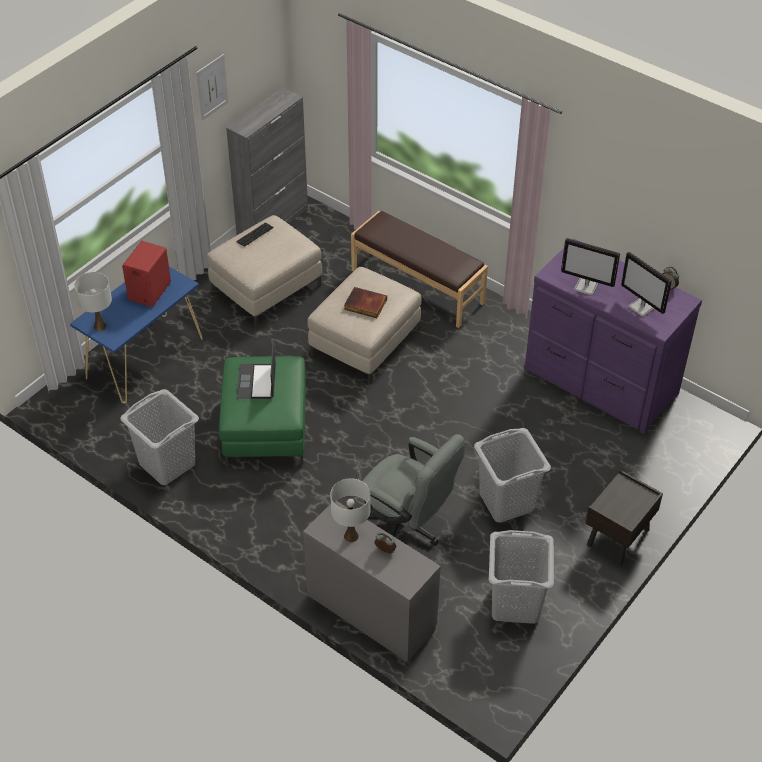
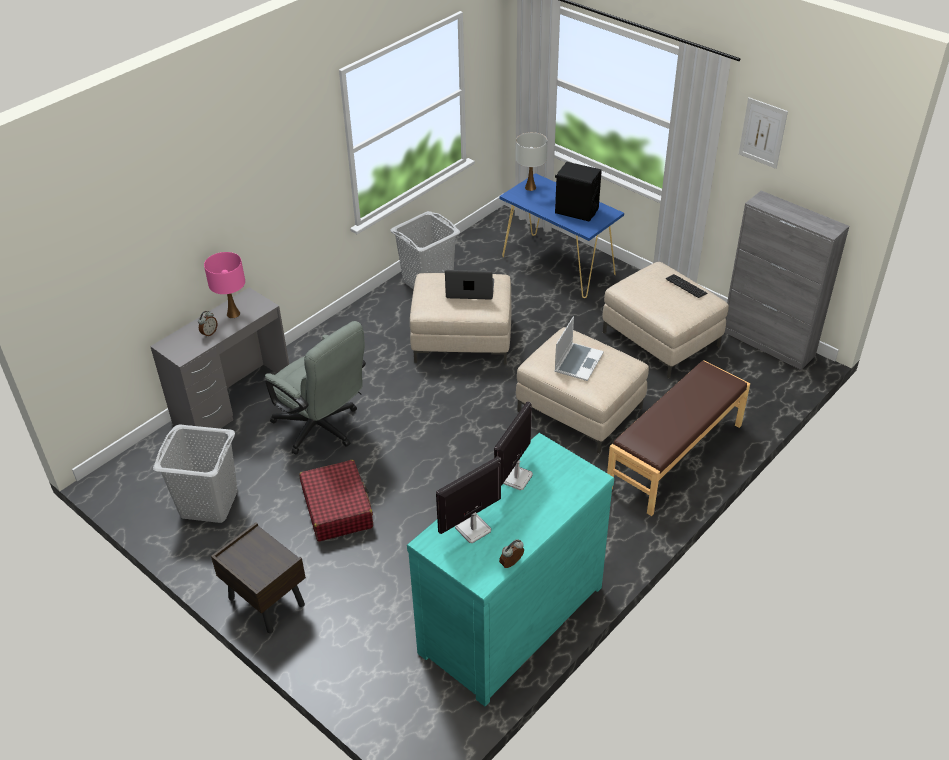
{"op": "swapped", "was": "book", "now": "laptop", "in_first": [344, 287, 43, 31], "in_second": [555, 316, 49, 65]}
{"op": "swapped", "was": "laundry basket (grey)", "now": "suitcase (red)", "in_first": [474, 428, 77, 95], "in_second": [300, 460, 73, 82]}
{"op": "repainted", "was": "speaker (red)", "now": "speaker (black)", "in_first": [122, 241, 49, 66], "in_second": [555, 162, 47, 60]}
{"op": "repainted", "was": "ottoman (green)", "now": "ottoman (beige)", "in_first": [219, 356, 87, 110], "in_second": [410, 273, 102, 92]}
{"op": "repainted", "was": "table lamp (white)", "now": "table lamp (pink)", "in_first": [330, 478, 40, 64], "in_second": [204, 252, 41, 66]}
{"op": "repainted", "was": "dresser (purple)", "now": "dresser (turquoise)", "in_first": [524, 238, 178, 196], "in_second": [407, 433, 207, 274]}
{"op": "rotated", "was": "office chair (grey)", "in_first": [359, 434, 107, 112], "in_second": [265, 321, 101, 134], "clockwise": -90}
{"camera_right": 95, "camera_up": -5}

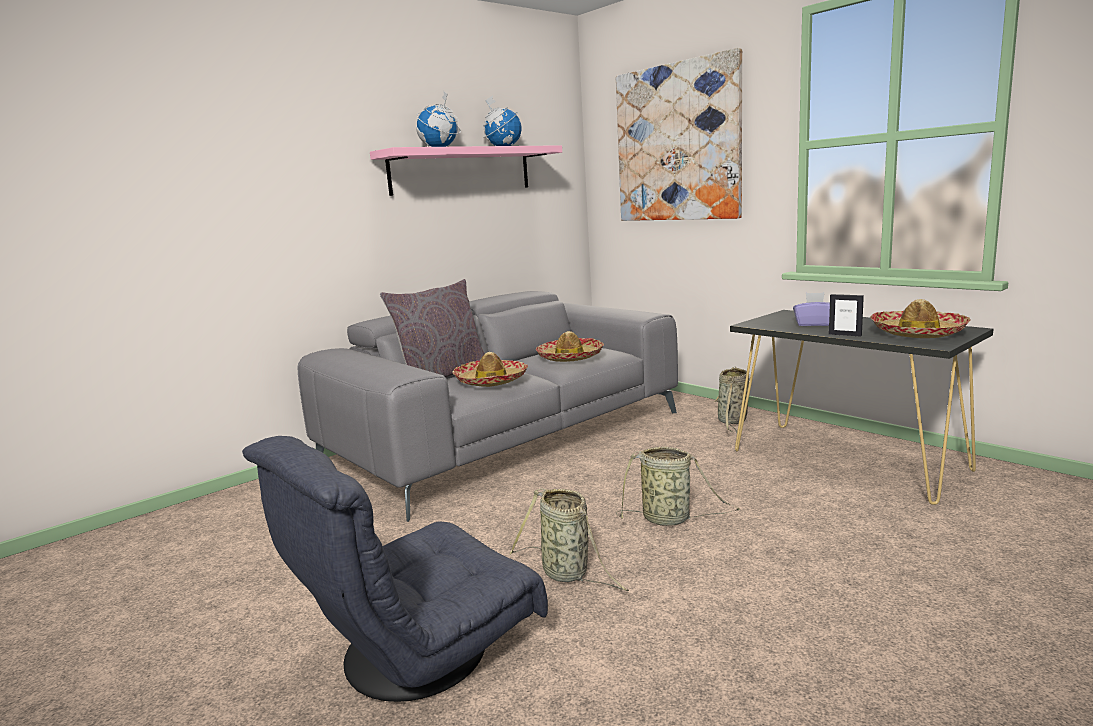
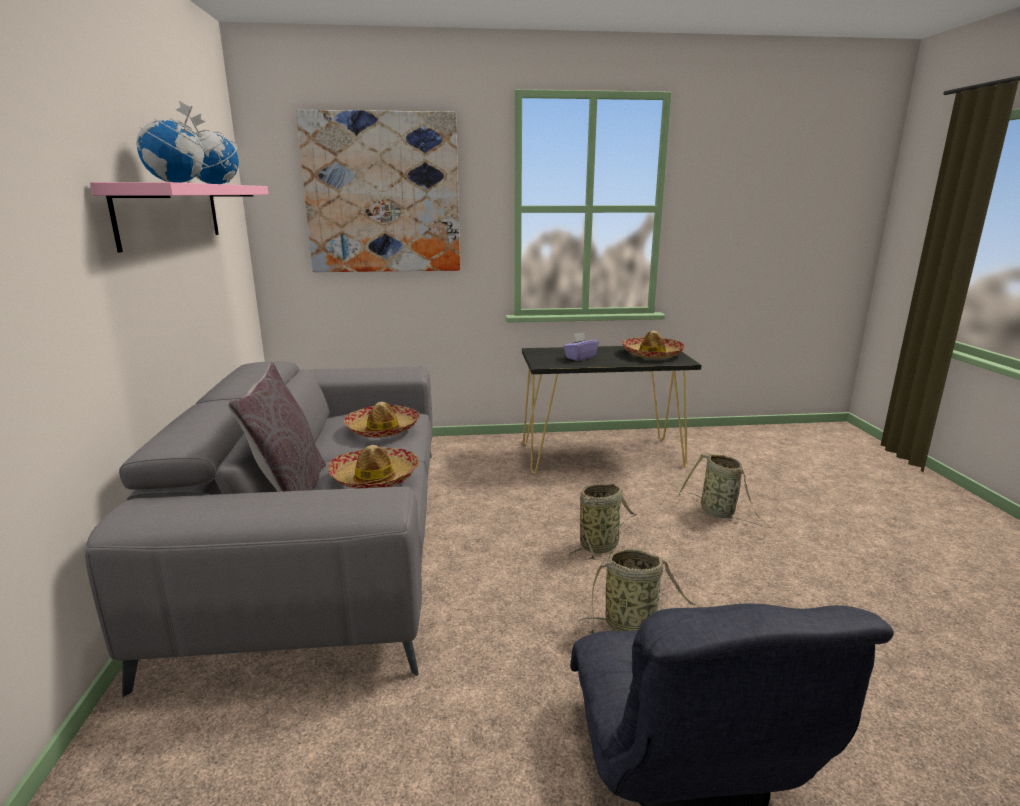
{"op": "gone", "was": "picture frame", "in_first": [829, 294, 35, 42]}
{"op": "shifted", "was": "basket", "in_first": [713, 366, 36, 67], "in_second": [678, 453, 92, 74]}
{"camera_right": -55, "camera_up": 5}

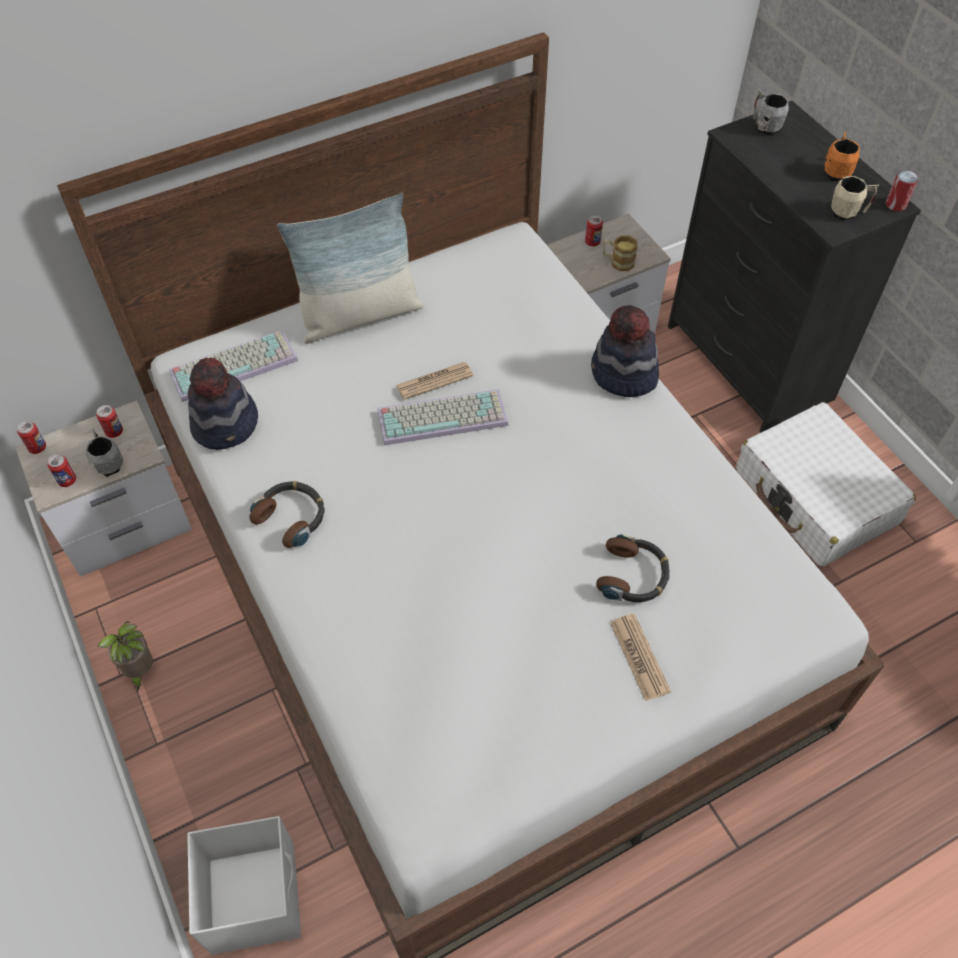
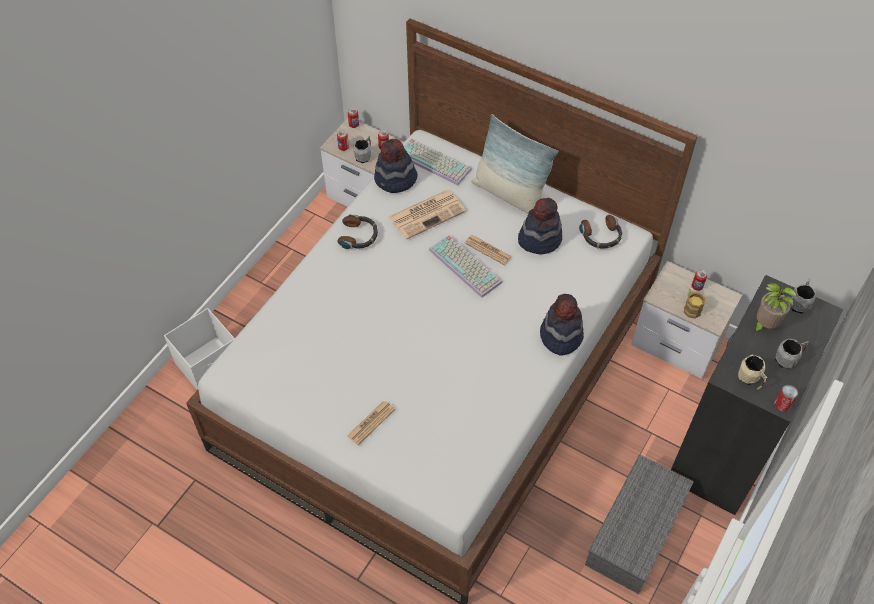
{"op": "new", "now": "newspaper", "in_second": [389, 190, 77, 50]}
{"op": "new", "now": "hat", "in_second": [518, 198, 44, 57]}
{"op": "shifted", "was": "potted plant", "in_first": [97, 621, 56, 71], "in_second": [753, 283, 44, 50]}
{"op": "shifted", "was": "headphones", "in_first": [596, 534, 74, 68], "in_second": [579, 215, 43, 34]}
{"op": "swapped", "was": "suitcase (white)", "now": "storage box (grey)", "in_first": [736, 402, 180, 165], "in_second": [585, 454, 109, 140]}
{"op": "repainted", "was": "mug (orange)", "now": "mug (grey)", "in_first": [824, 131, 36, 50], "in_second": [775, 339, 33, 30]}
{"camera_right": 60, "camera_up": 0}

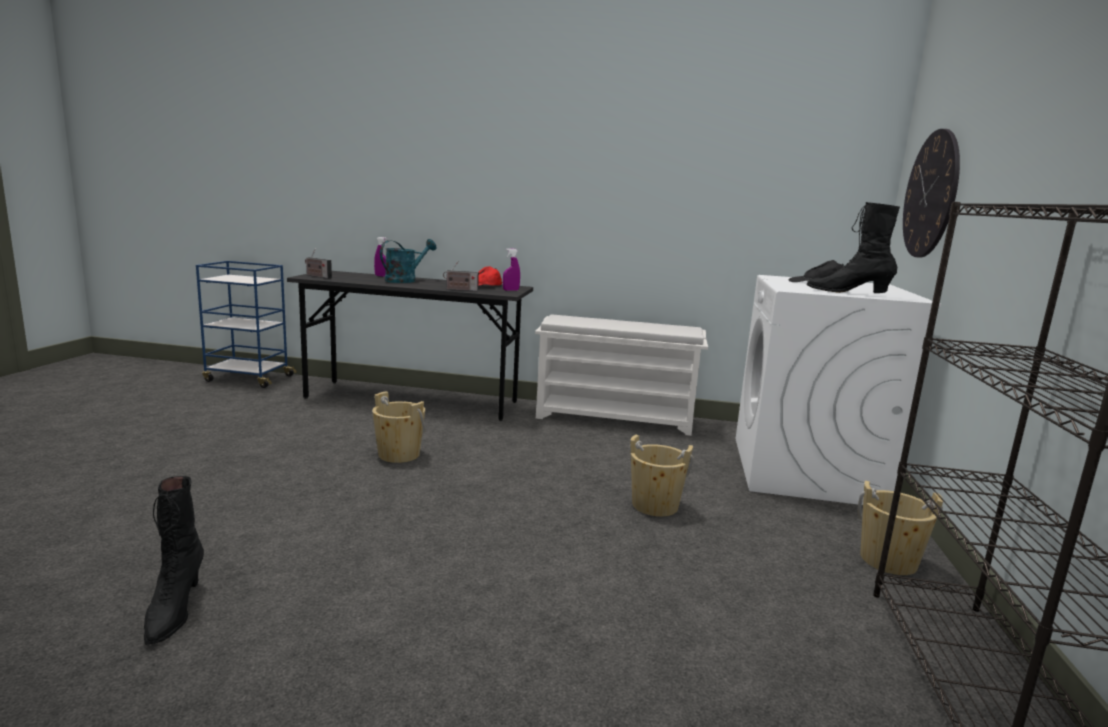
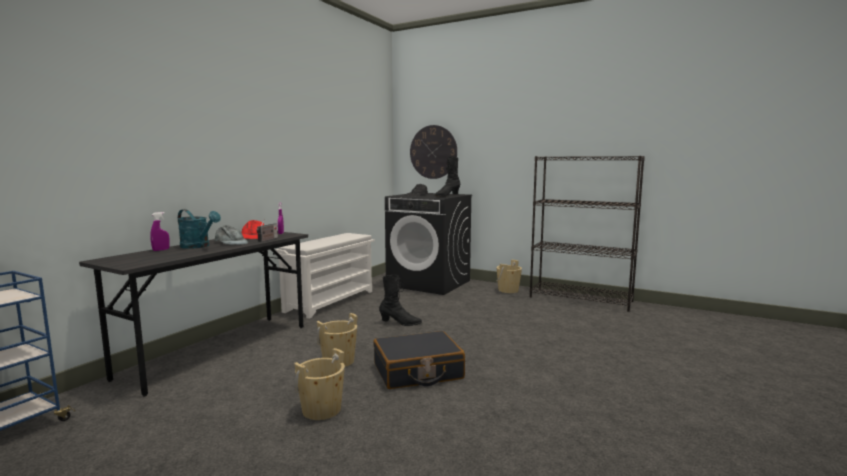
{"op": "gone", "was": "radio", "in_first": [305, 249, 27, 29]}
{"op": "new", "now": "cap (grey)", "in_second": [214, 225, 34, 20]}
{"op": "new", "now": "suitcase (black)", "in_second": [373, 331, 92, 58]}
{"op": "shifted", "was": "boot (black)", "in_first": [144, 476, 60, 169], "in_second": [379, 275, 43, 51]}
{"op": "shifted", "was": "bucket (beige)", "in_first": [629, 435, 65, 82], "in_second": [294, 348, 51, 72]}
{"op": "repainted", "was": "washing machine (white)", "now": "washing machine (black)", "in_first": [736, 275, 205, 230], "in_second": [385, 193, 87, 102]}
{"op": "rotated", "was": "watering can (turquoise)", "in_first": [380, 239, 57, 44], "in_second": [178, 209, 43, 40], "clockwise": 150}
{"camera_right": -70, "camera_up": -5}

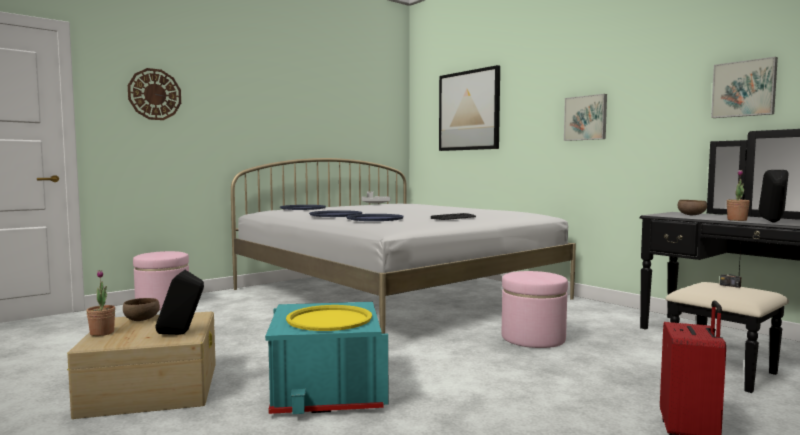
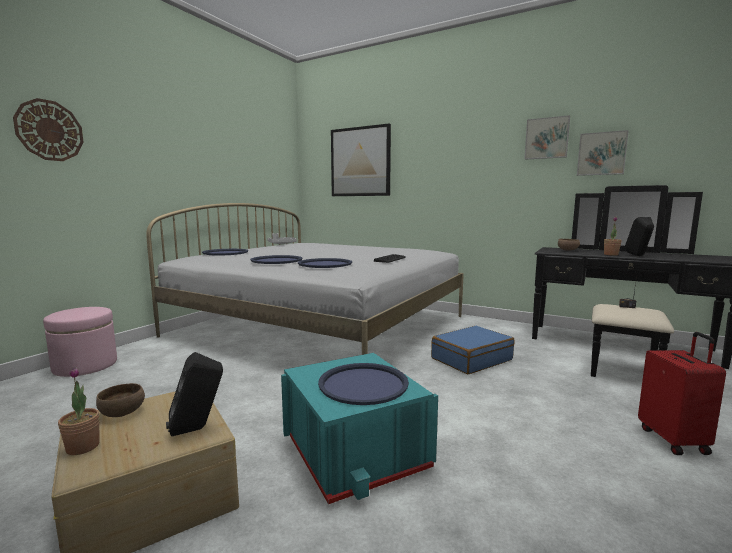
{"op": "shifted", "was": "picture", "in_first": [564, 94, 43, 47], "in_second": [525, 115, 45, 45]}
{"op": "swapped", "was": "ottoman (pink)", "now": "suitcase (blue)", "in_first": [502, 271, 66, 77], "in_second": [431, 326, 83, 48]}
{"op": "repainted", "was": "tray (yellow)", "now": "tray (blue)", "in_first": [286, 305, 86, 26], "in_second": [318, 363, 91, 42]}
{"camera_right": -20, "camera_up": 5}

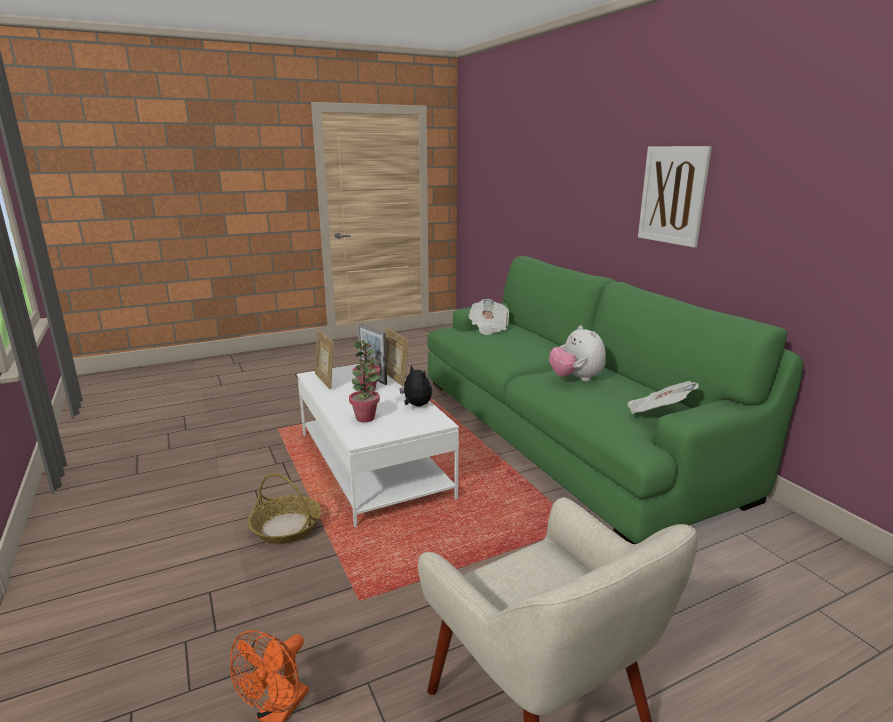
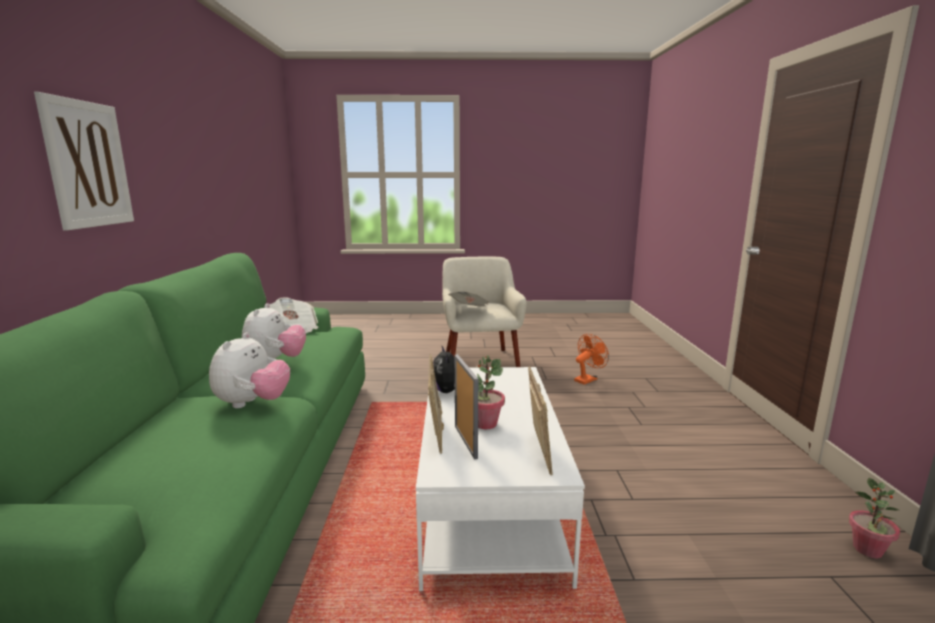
{"op": "gone", "was": "basket", "in_first": [248, 473, 73, 71]}
{"op": "new", "now": "plush toy", "in_second": [209, 333, 81, 75]}
{"op": "shifted", "was": "potted plant", "in_first": [349, 364, 31, 58], "in_second": [849, 478, 51, 80]}
{"op": "shifted", "was": "newspaper", "in_first": [468, 299, 41, 36], "in_second": [448, 292, 41, 15]}
{"camera_right": -155, "camera_up": -5}

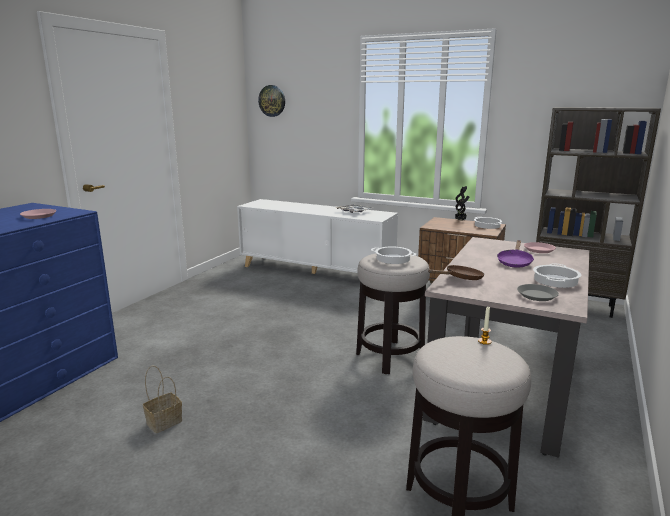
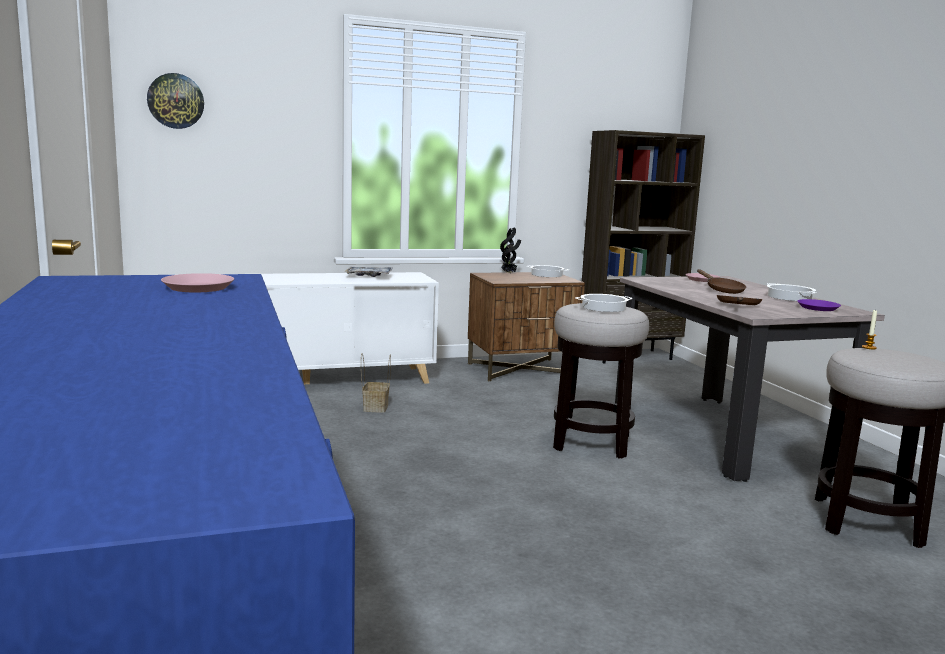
{"op": "shifted", "was": "basket", "in_first": [143, 366, 39, 67], "in_second": [361, 354, 30, 59]}
{"op": "repainted", "was": "frying pan (purple)", "now": "frying pan (brown)", "in_first": [497, 240, 37, 28], "in_second": [697, 269, 49, 25]}
{"op": "repainted", "was": "plate (grey)", "now": "plate (purple)", "in_first": [517, 284, 42, 17], "in_second": [797, 299, 44, 12]}
{"camera_right": -45, "camera_up": -5}

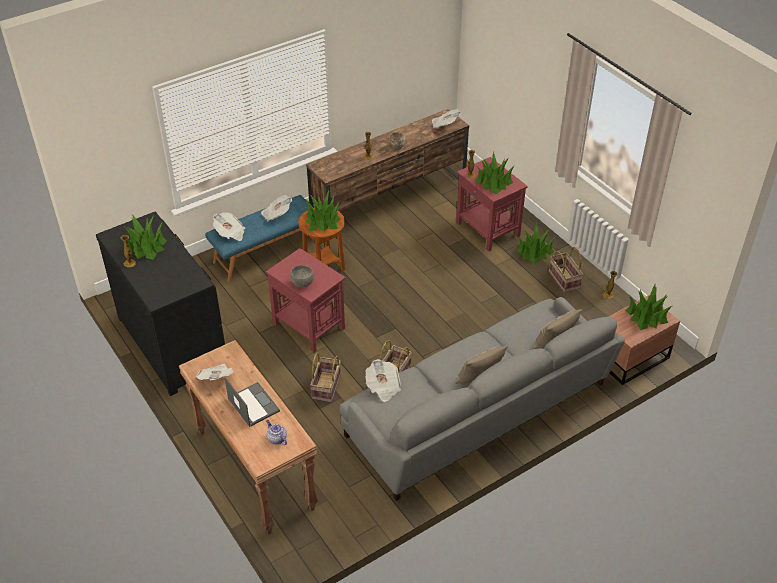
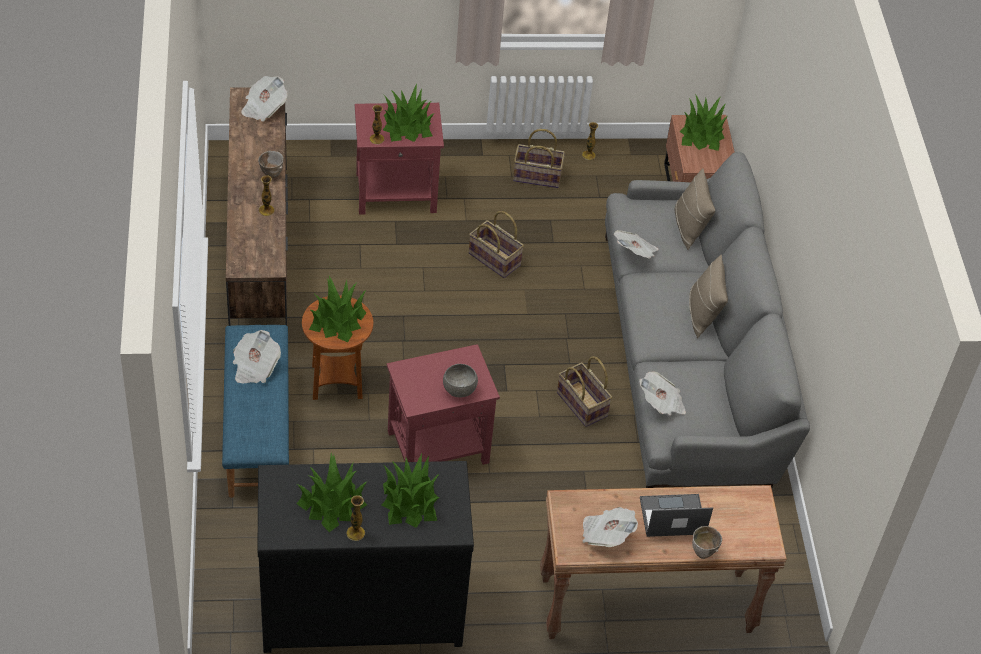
{"op": "gone", "was": "teapot", "in_first": [266, 420, 21, 25]}
{"op": "new", "now": "bowl", "in_second": [692, 526, 30, 33]}
{"op": "shifted", "was": "newspaper", "in_first": [213, 212, 32, 29], "in_second": [614, 230, 45, 29]}
{"op": "shifted", "was": "basket", "in_first": [310, 353, 31, 50], "in_second": [469, 211, 55, 67]}
{"op": "shifted", "was": "potted plant", "in_first": [516, 223, 39, 41], "in_second": [381, 454, 59, 74]}
{"camera_right": -65, "camera_up": 5}

